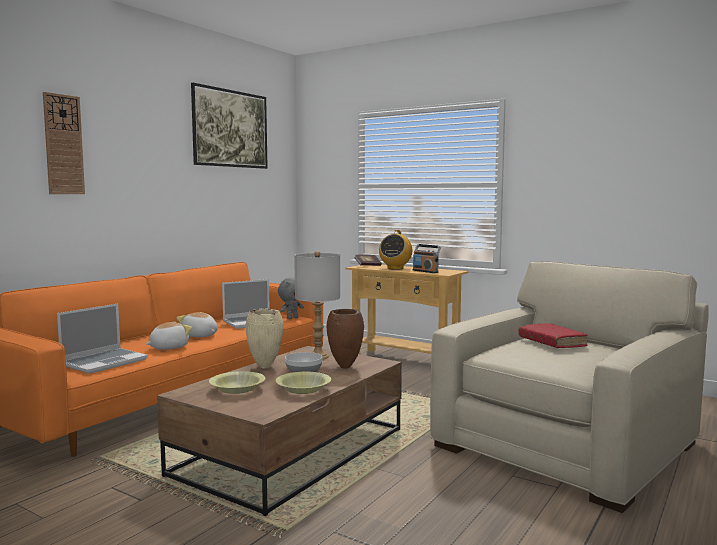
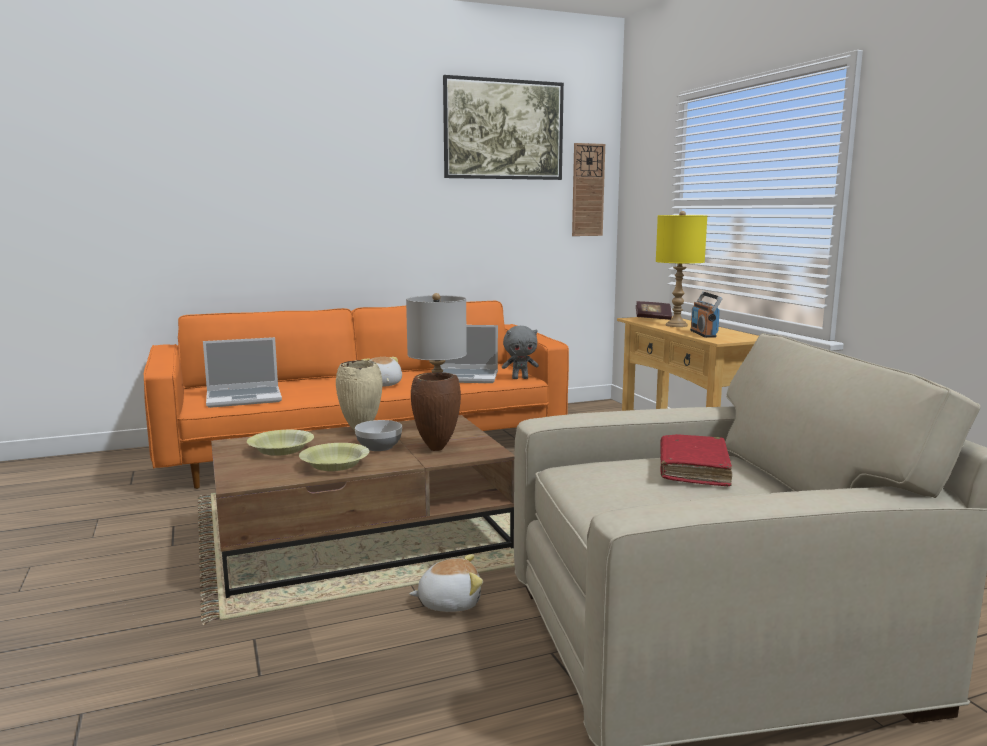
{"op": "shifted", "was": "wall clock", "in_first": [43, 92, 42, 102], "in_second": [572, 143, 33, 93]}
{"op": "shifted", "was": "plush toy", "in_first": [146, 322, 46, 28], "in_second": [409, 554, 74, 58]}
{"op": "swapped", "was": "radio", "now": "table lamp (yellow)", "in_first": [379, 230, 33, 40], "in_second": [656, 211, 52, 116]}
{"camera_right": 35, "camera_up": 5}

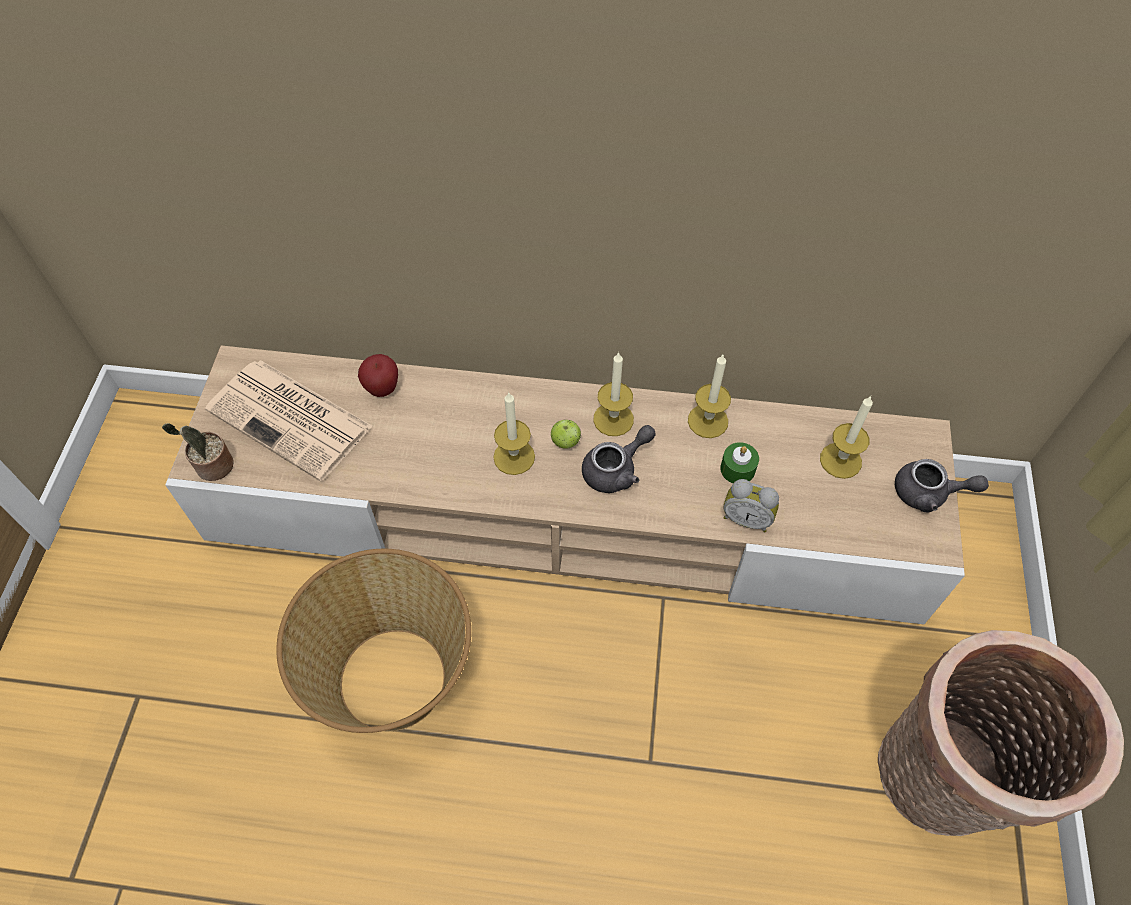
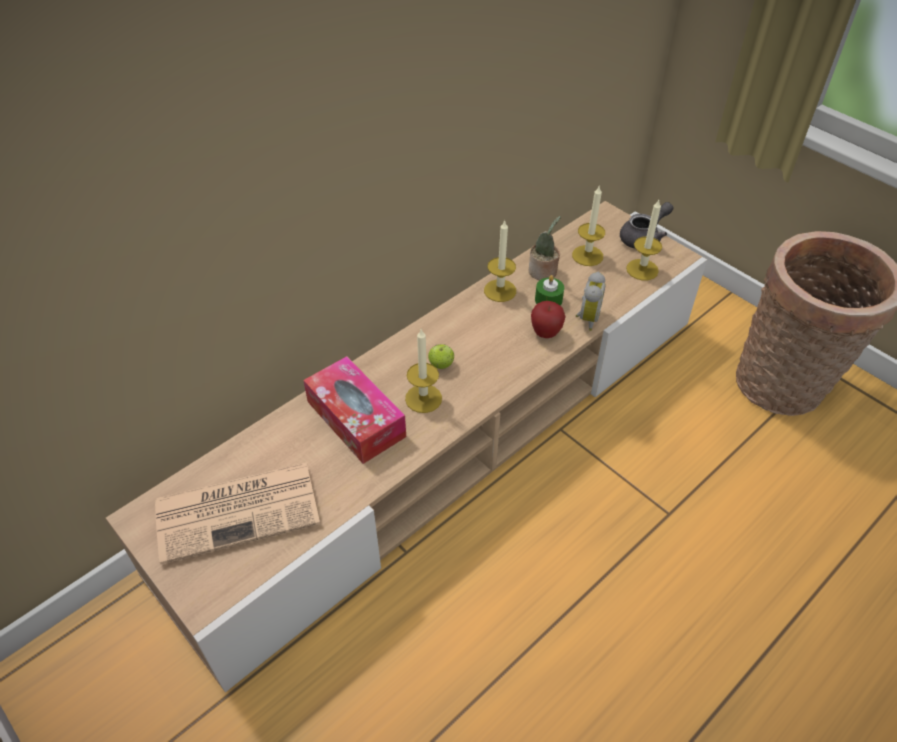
{"op": "gone", "was": "basket", "in_first": [276, 549, 195, 184]}
{"op": "gone", "was": "teapot (grey)", "in_first": [582, 425, 73, 68]}
{"op": "new", "now": "tissue box", "in_second": [303, 356, 103, 108]}
{"op": "shifted", "was": "potted plant", "in_first": [162, 423, 72, 58], "in_second": [528, 216, 33, 64]}
{"op": "shifted", "was": "apple", "in_first": [358, 354, 40, 43], "in_second": [531, 301, 35, 37]}
{"op": "shifted", "was": "candle", "in_first": [593, 352, 41, 84], "in_second": [626, 200, 36, 80]}
{"op": "rotated", "was": "alarm clock", "in_first": [723, 479, 56, 53], "in_second": [576, 272, 30, 59], "clockwise": -45}
{"camera_right": -50, "camera_up": -10}

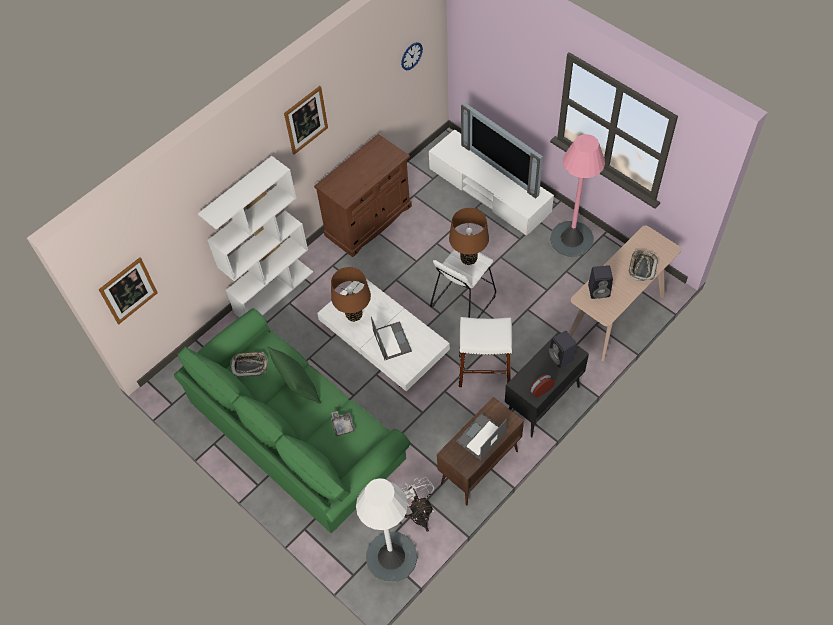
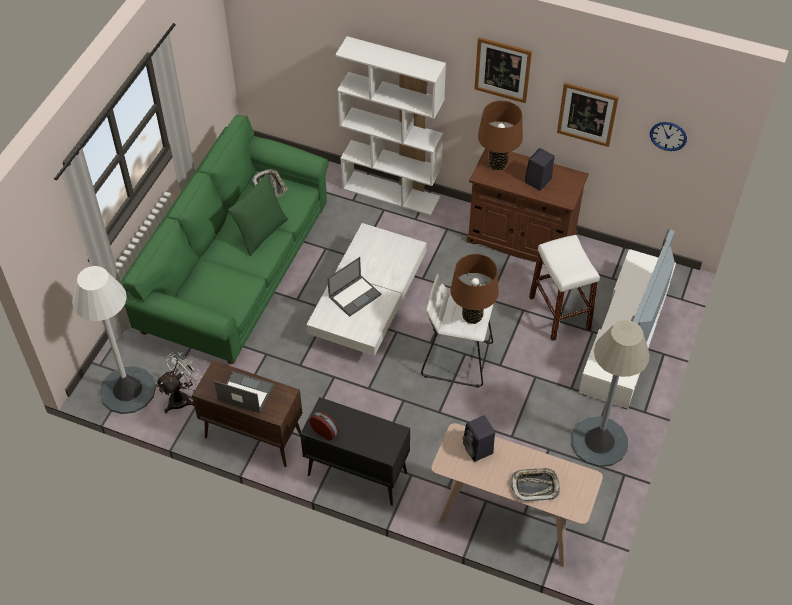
{"op": "gone", "was": "tray (grey)", "in_first": [331, 411, 24, 25]}
{"op": "shifted", "was": "picture", "in_first": [99, 257, 59, 67], "in_second": [557, 83, 62, 64]}
{"op": "shifted", "was": "table lamp (brown)", "in_first": [331, 267, 40, 55], "in_second": [478, 101, 45, 69]}
{"op": "shifted", "was": "stool (white)", "in_first": [459, 317, 53, 70], "in_second": [529, 235, 71, 106]}
{"op": "shifted", "was": "speaker (black)", "in_first": [549, 331, 27, 37], "in_second": [525, 148, 30, 43]}
{"op": "repainted", "was": "floor lamp (pink)", "now": "floor lamp (grey)", "in_first": [550, 134, 55, 123], "in_second": [571, 320, 79, 147]}
{"camera_right": 65, "camera_up": -5}

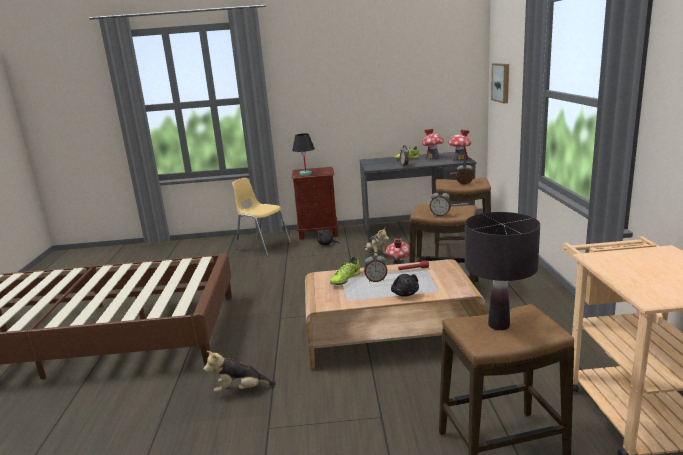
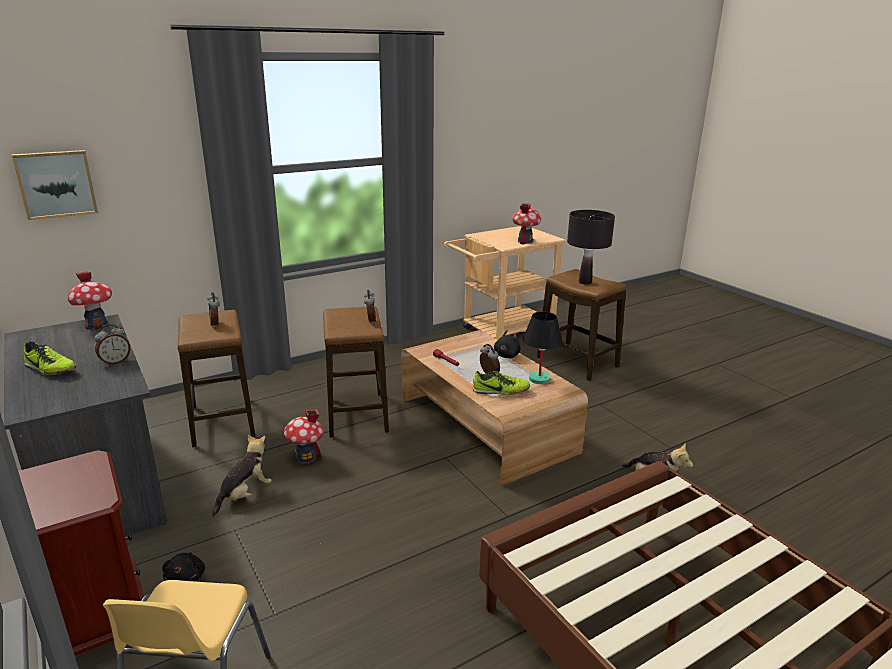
{"op": "shifted", "was": "table lamp (black)", "in_first": [292, 133, 23, 42], "in_second": [523, 312, 40, 72]}
{"op": "shifted", "was": "toy house", "in_first": [422, 129, 22, 31], "in_second": [512, 203, 29, 42]}
{"camera_right": -120, "camera_up": 5}

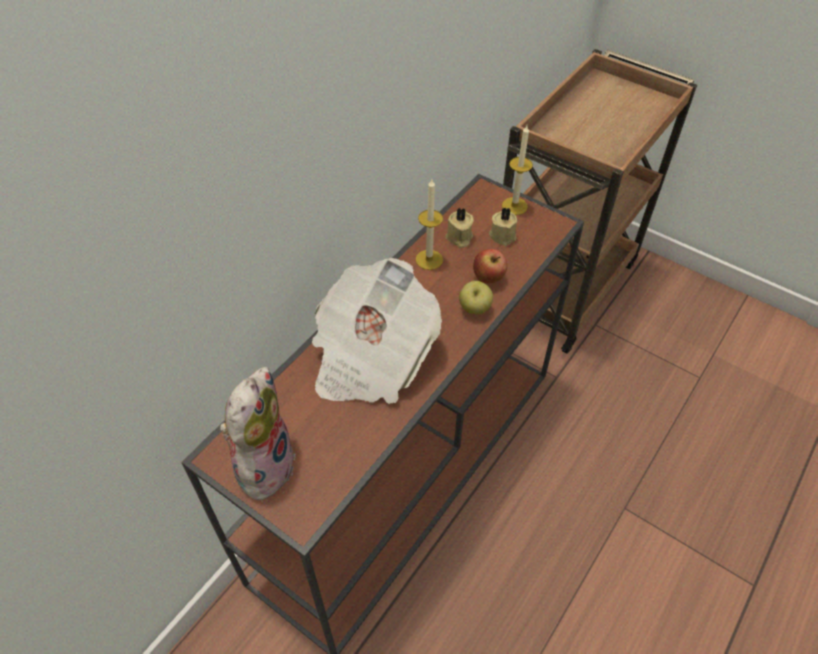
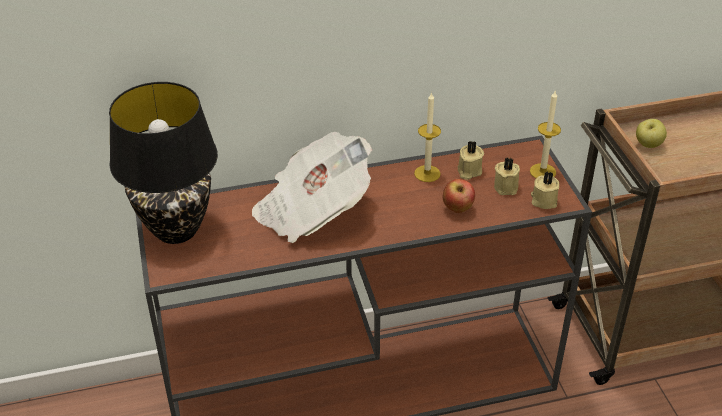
{"op": "new", "now": "candle (beige)", "in_second": [531, 171, 28, 38]}
{"op": "shifted", "was": "apple", "in_first": [459, 281, 34, 34], "in_second": [636, 119, 31, 29]}
{"op": "swapped", "was": "plush toy", "now": "table lamp (black)", "in_first": [220, 367, 76, 139], "in_second": [109, 82, 109, 162]}
{"camera_right": 40, "camera_up": -10}

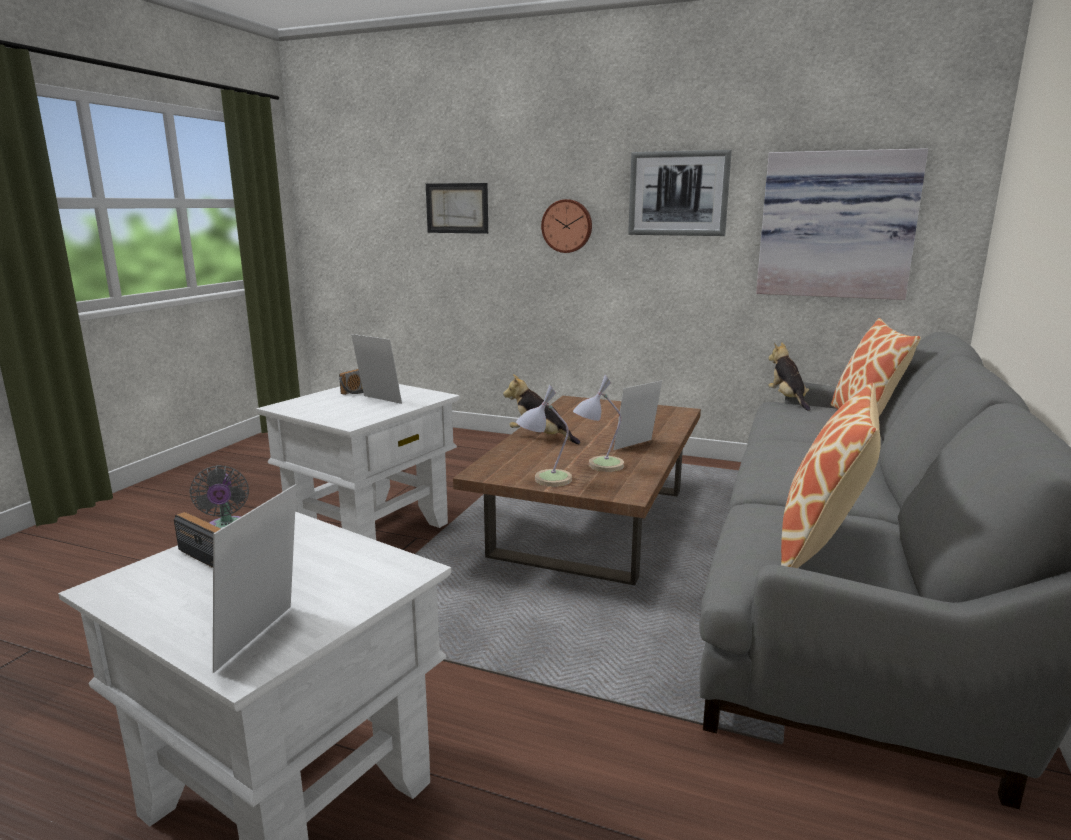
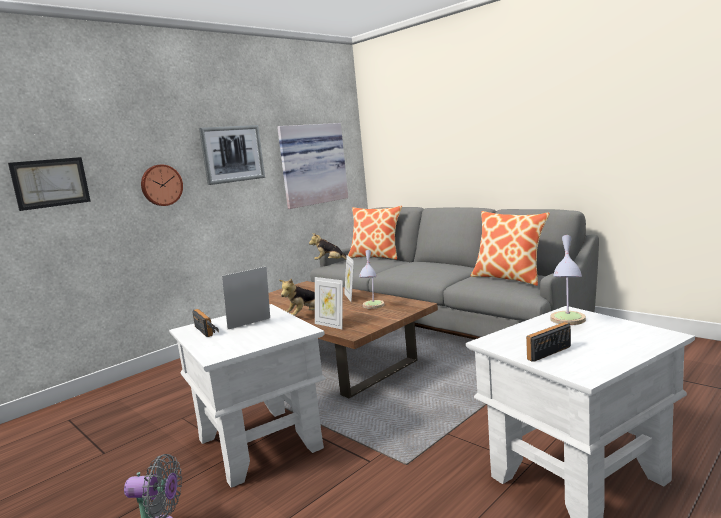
{"op": "shifted", "was": "picture frame", "in_first": [213, 484, 84, 189], "in_second": [315, 277, 28, 52]}
{"op": "shifted", "was": "table lamp", "in_first": [516, 384, 56, 103], "in_second": [550, 235, 36, 90]}
{"camera_right": -65, "camera_up": -5}

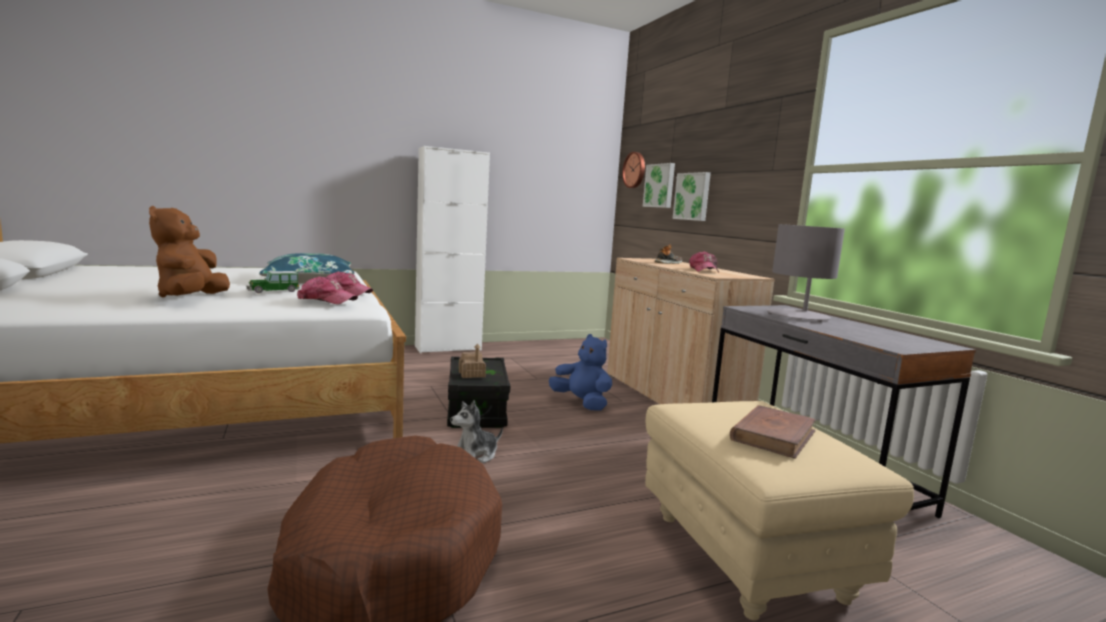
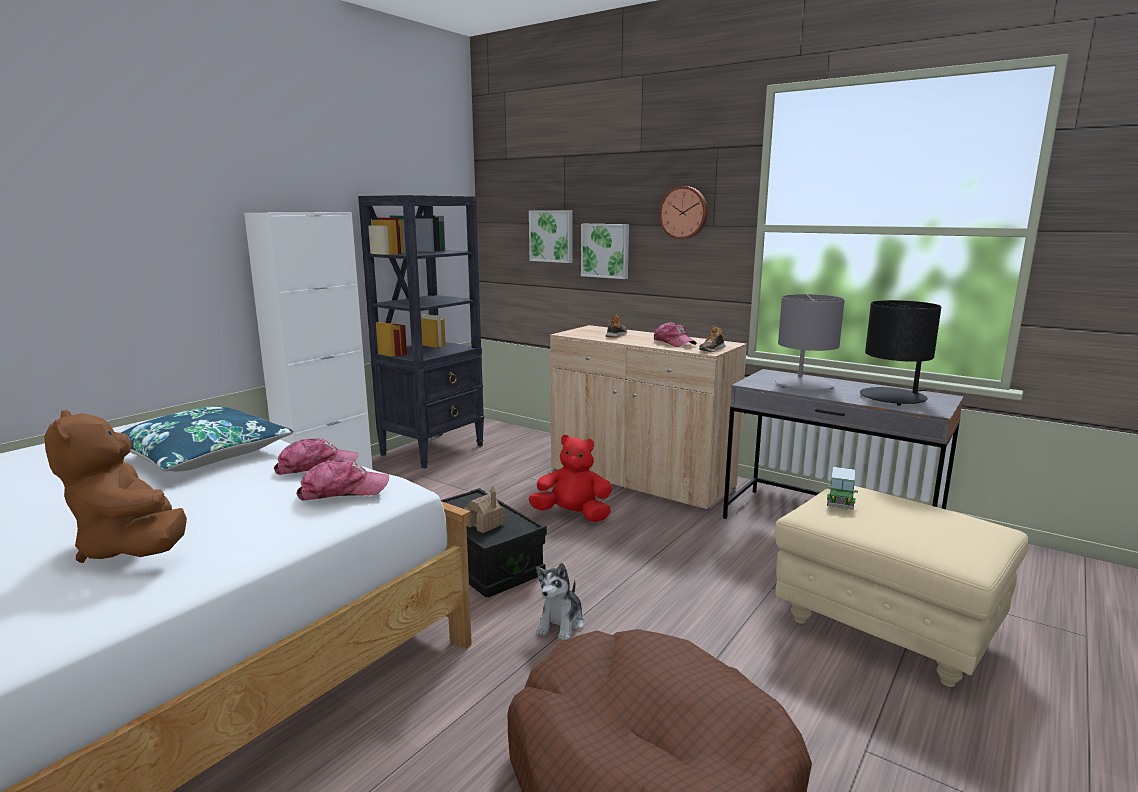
{"op": "gone", "was": "book (brown)", "in_first": [730, 405, 86, 54]}
{"op": "new", "now": "bookcase (black)", "in_second": [358, 195, 126, 274]}
{"op": "new", "now": "shoe", "in_second": [699, 326, 27, 26]}
{"op": "new", "now": "table lamp (black)", "in_second": [860, 300, 81, 106]}
{"op": "shifted", "was": "toy car", "in_first": [247, 271, 53, 22], "in_second": [826, 467, 32, 43]}
{"op": "shifted", "was": "wall clock", "in_first": [622, 152, 23, 36], "in_second": [659, 186, 49, 53]}
{"op": "repainted", "was": "plush toy (blue)", "now": "plush toy (red)", "in_first": [549, 334, 63, 77], "in_second": [529, 435, 83, 87]}
{"camera_right": -30, "camera_up": 5}

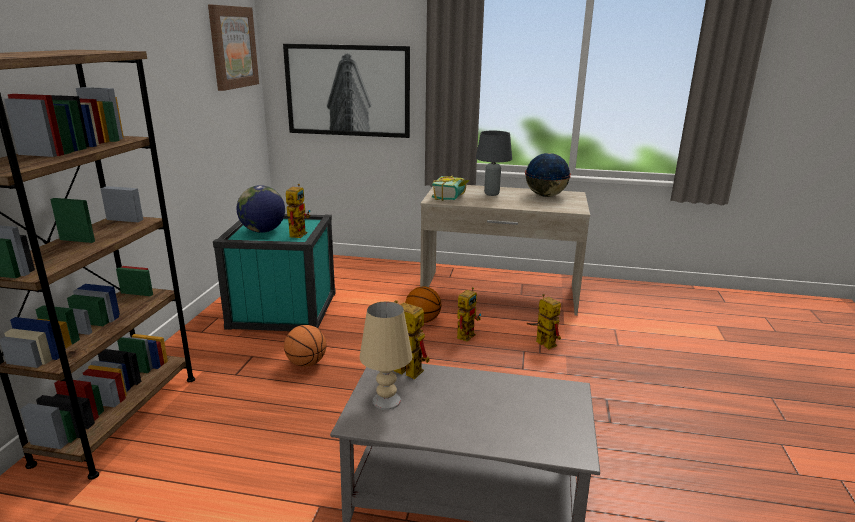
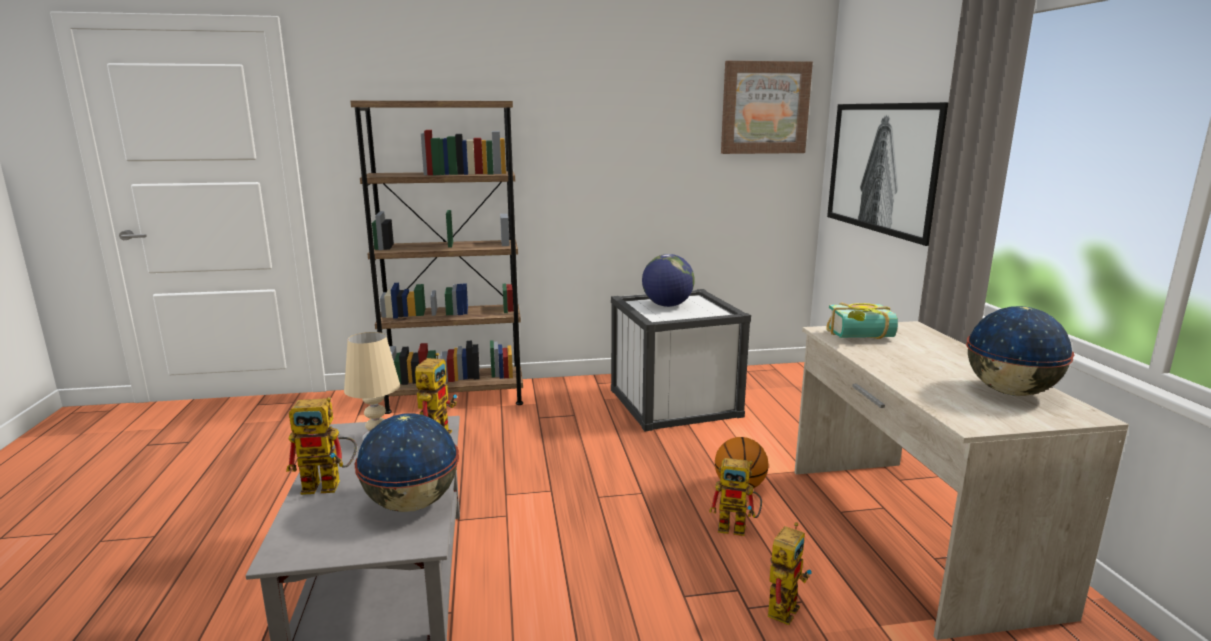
{"op": "gone", "was": "basketball", "in_first": [284, 325, 43, 42]}
{"op": "gone", "was": "table lamp (grey)", "in_first": [476, 131, 36, 65]}
{"op": "new", "now": "globe", "in_second": [355, 413, 104, 99]}
{"op": "shifted", "was": "toy robot", "in_first": [286, 184, 25, 54], "in_second": [286, 397, 71, 98]}
{"op": "repainted", "was": "storage box (turquoise)", "now": "storage box (white)", "in_first": [213, 214, 123, 117], "in_second": [611, 289, 140, 142]}
{"camera_right": 70, "camera_up": -5}

